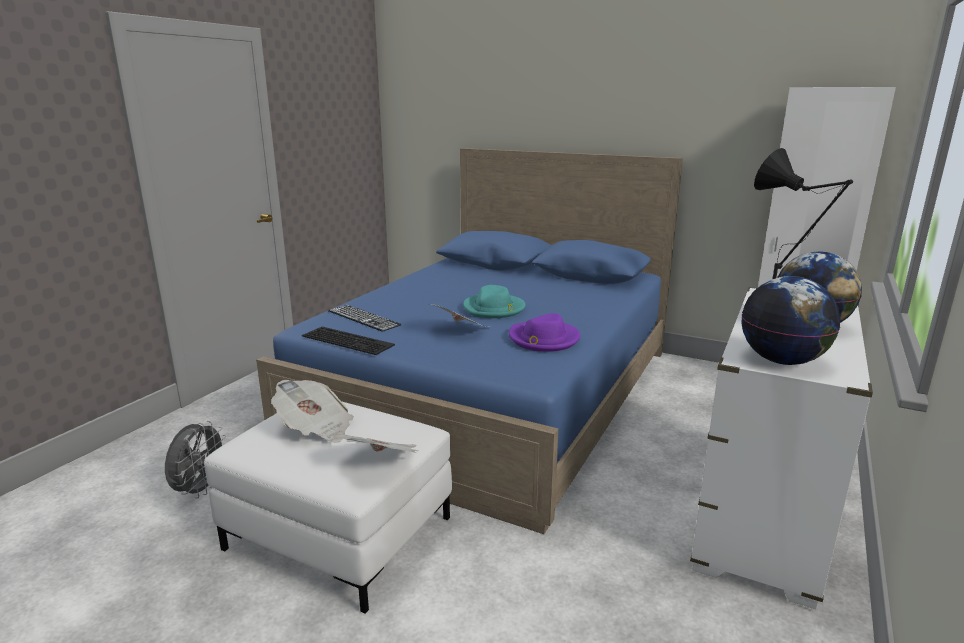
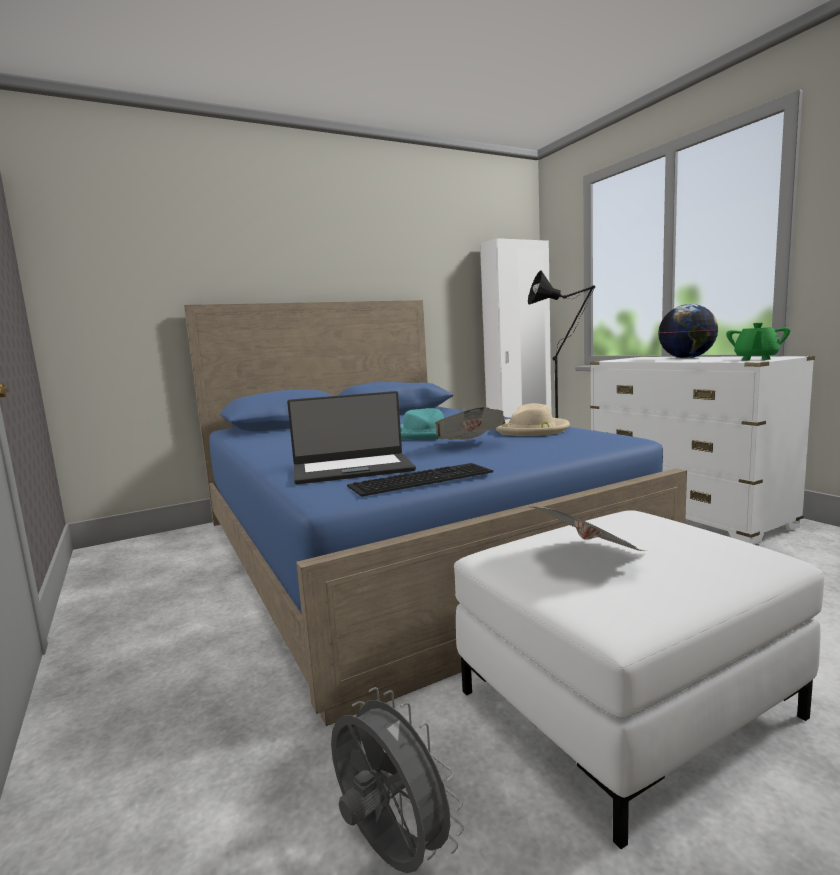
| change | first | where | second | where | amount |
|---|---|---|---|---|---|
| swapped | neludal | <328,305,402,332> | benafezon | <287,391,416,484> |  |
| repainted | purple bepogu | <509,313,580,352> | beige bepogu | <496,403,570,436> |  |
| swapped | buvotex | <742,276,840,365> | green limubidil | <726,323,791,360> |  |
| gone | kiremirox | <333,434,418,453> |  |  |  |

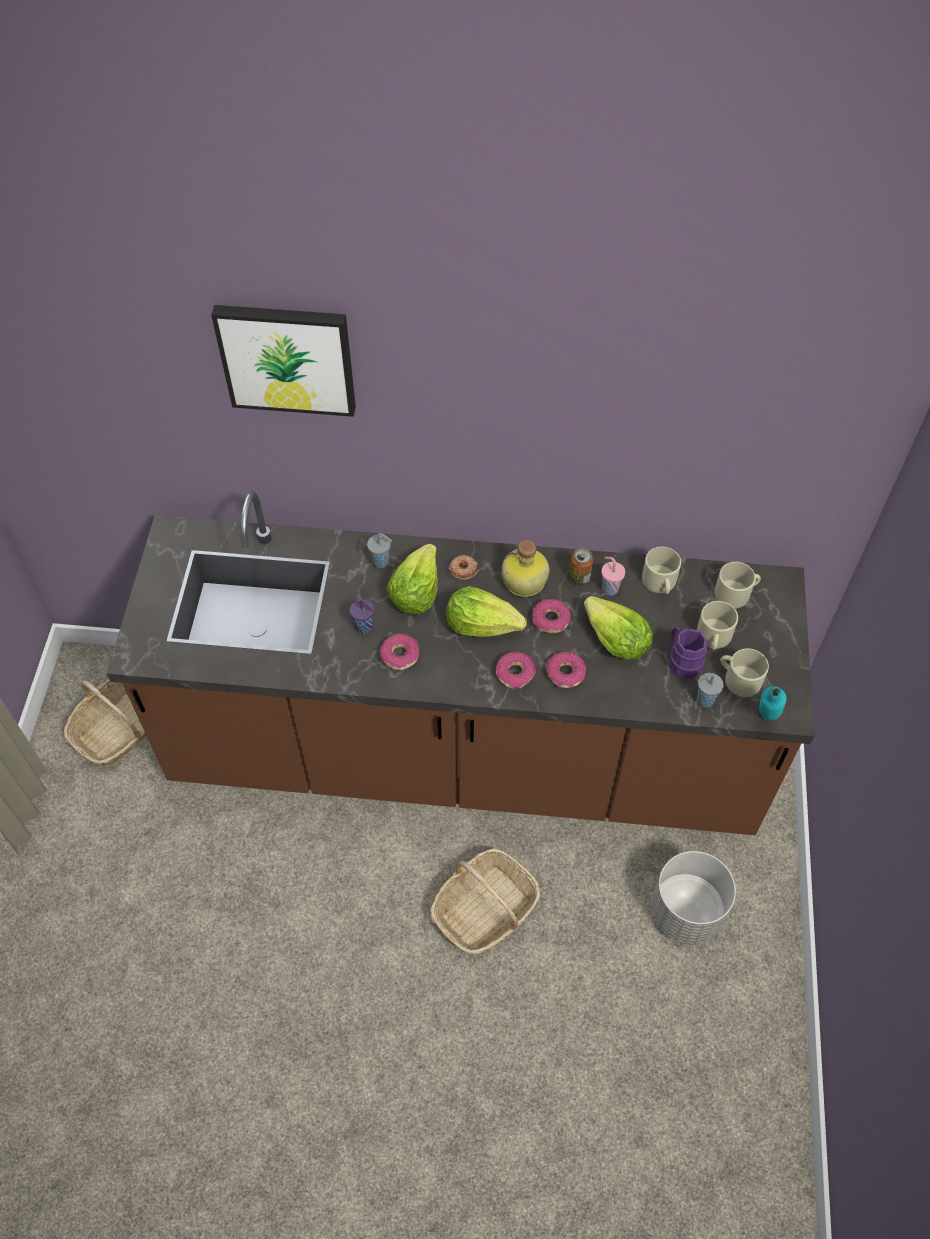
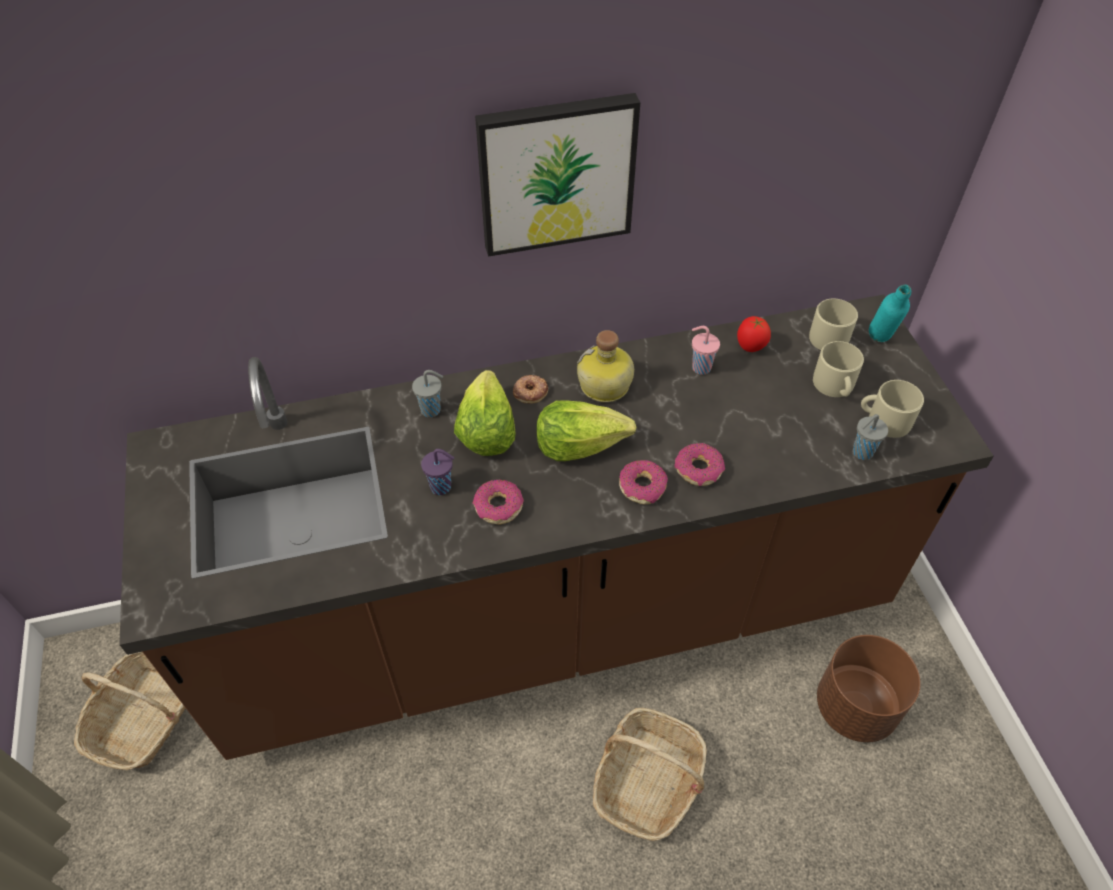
| change | first | where | second | where | amount |
|---|---|---|---|---|---|
| shifted | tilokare | <211,305,356,417> |  | <475,93,640,257> |  |
| swapped | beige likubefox | <642,547,681,594> | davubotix | <737,316,771,352> |  |
| repainted | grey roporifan | <651,851,736,944> | brown roporifan | <817,635,920,742> |  |
| shifted | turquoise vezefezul | <759,686,786,720> |  | <869,285,911,342> |  |
| gone | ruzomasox | <532,599,571,633> |  |  |  |
| gone | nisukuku | <569,548,594,585> |  |  |  |
| gone | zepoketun | <584,596,653,660> |  |  |  |
| gone | purple likubefox | <669,627,707,678> |  |  |  |

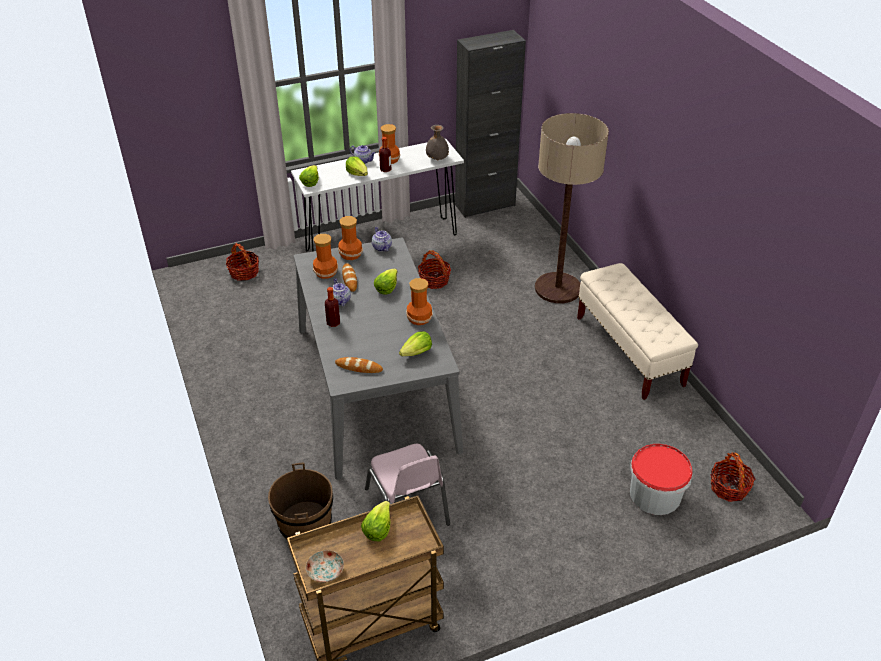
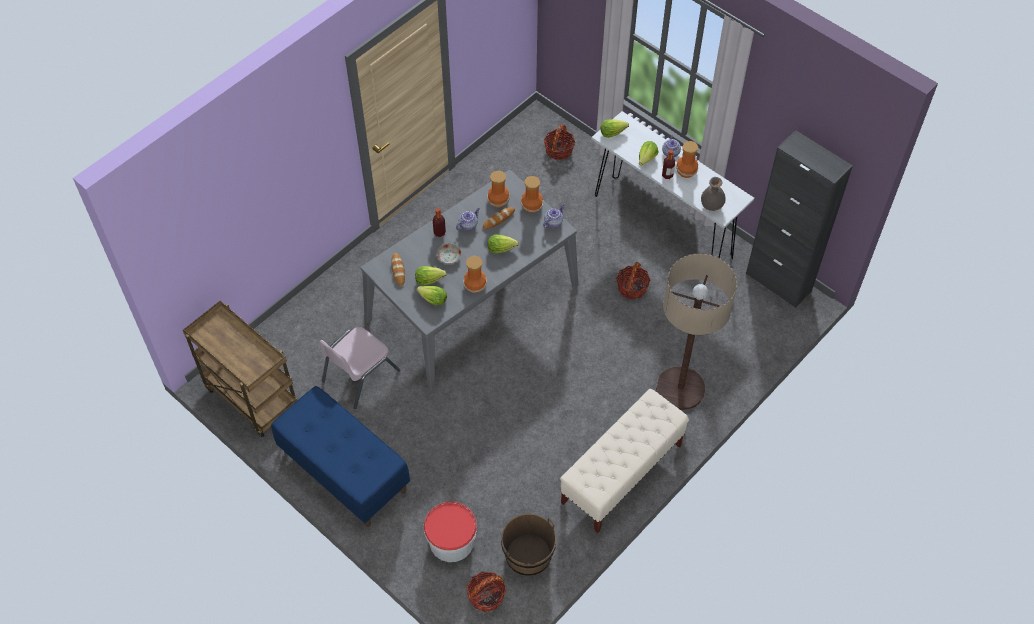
| change | first | where | second | where | amount |
|---|---|---|---|---|---|
| new |  |  | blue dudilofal | <271,386,410,527> |  |
| shifted | zepoketun | <361,501,391,541> |  | <415,266,447,285> |  |
| shifted | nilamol | <306,550,344,582> |  | <437,243,461,264> |  |
| shifted | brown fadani | <268,463,333,539> |  | <501,513,556,576> |  |

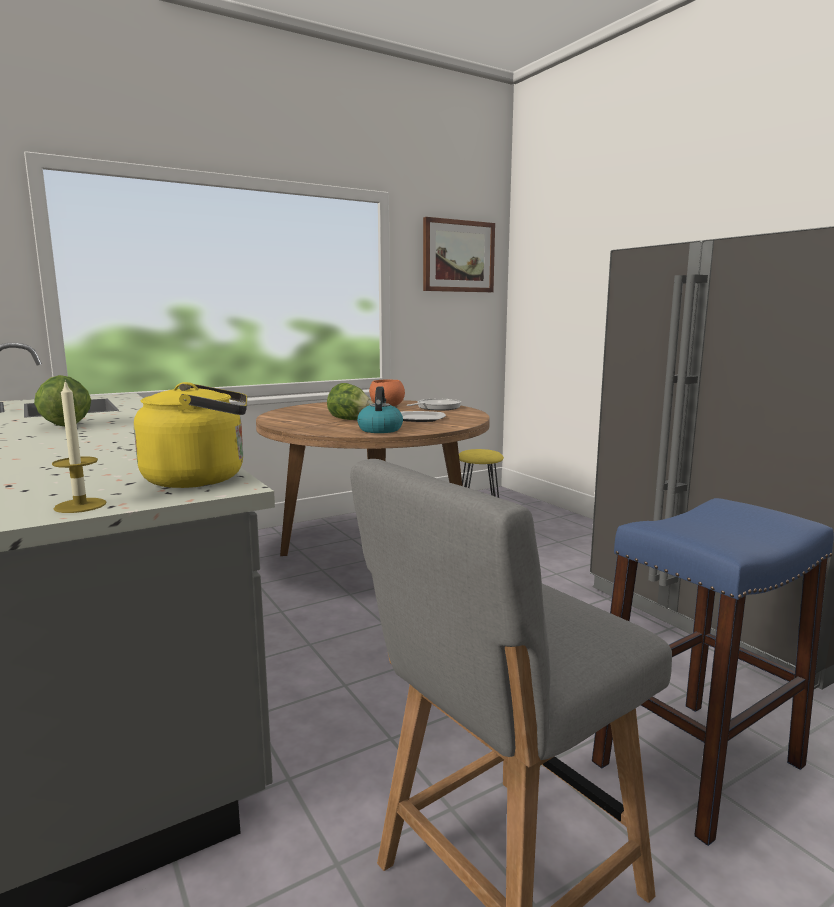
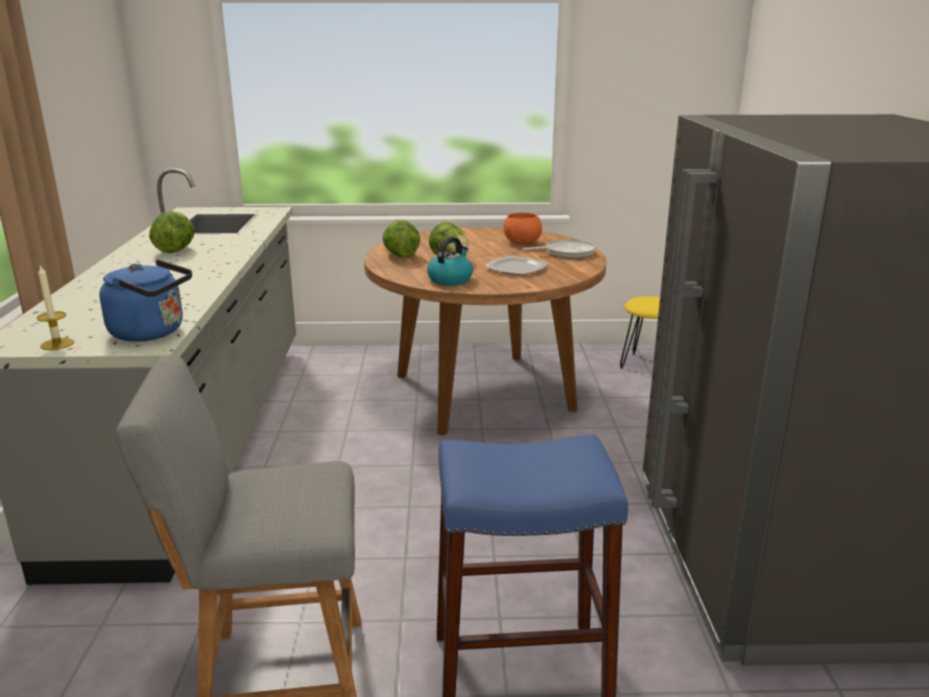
| change | first | where | second | where | amount |
|---|---|---|---|---|---|
| repainted | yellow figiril | <134,382,247,488> | blue figiril | <99,260,192,342> |  |
| new |  |  | zepoketun | <383,220,420,258> |  |
| gone | tilokare | <423,217,495,292> |  |  |  |

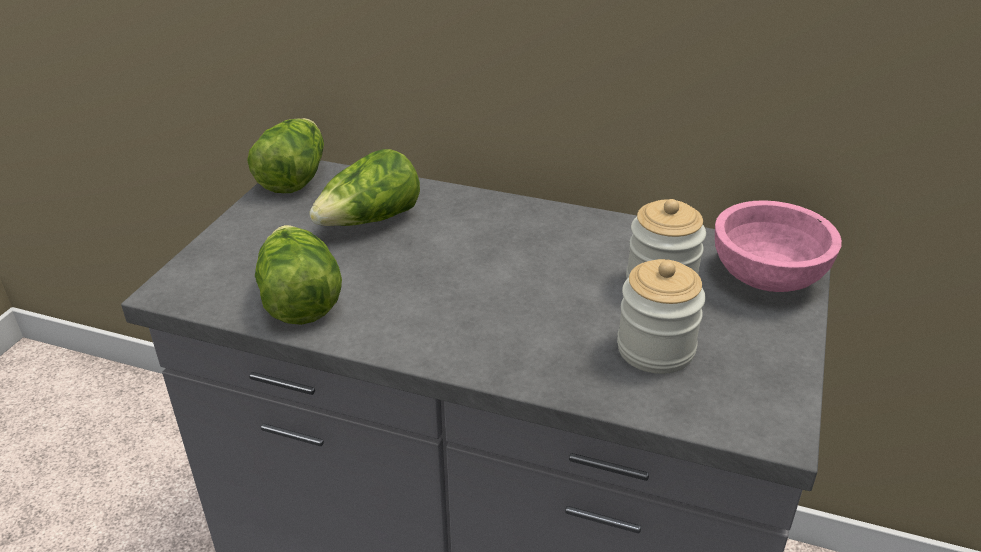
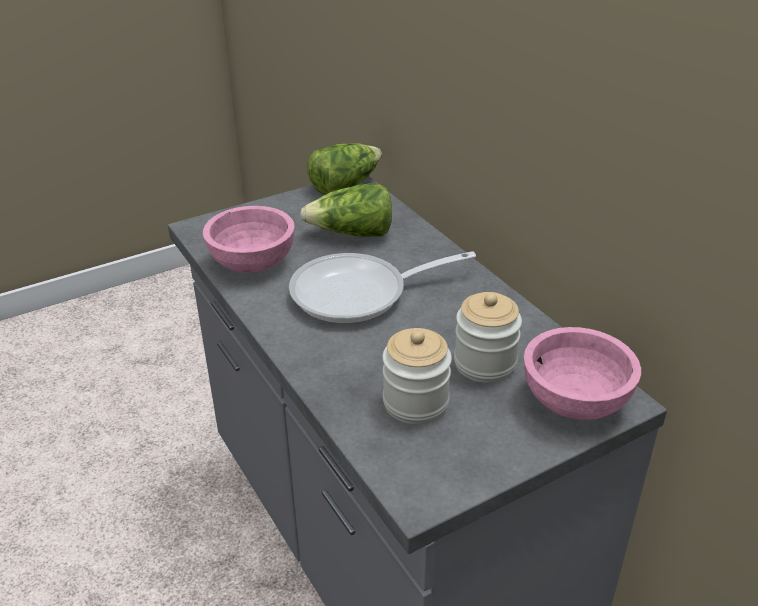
| change | first | where | second | where | amount |
|---|---|---|---|---|---|
| swapped | zepoketun | <255,225,342,325> | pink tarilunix | <203,206,295,273> |  |
| new |  |  | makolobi | <289,251,476,324> |  |

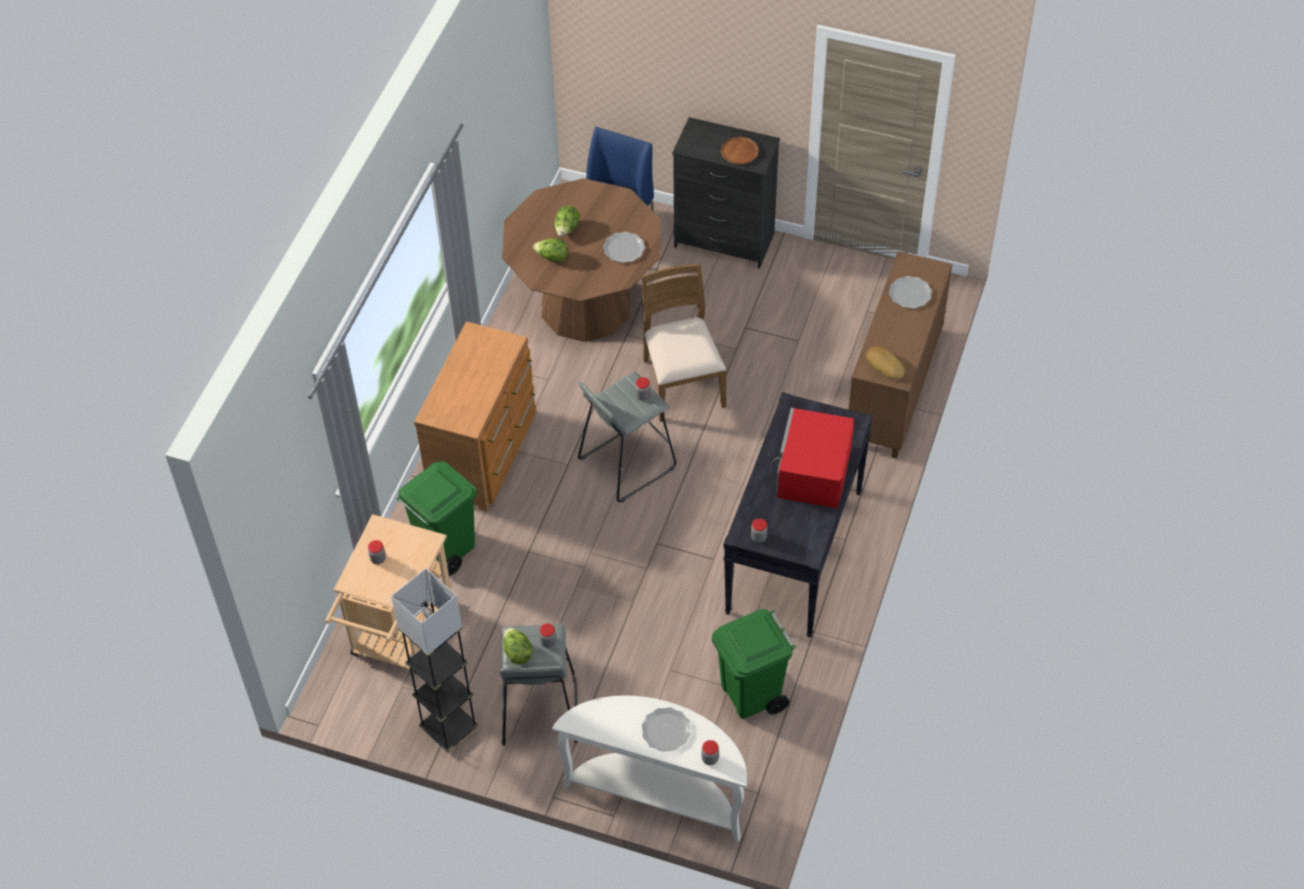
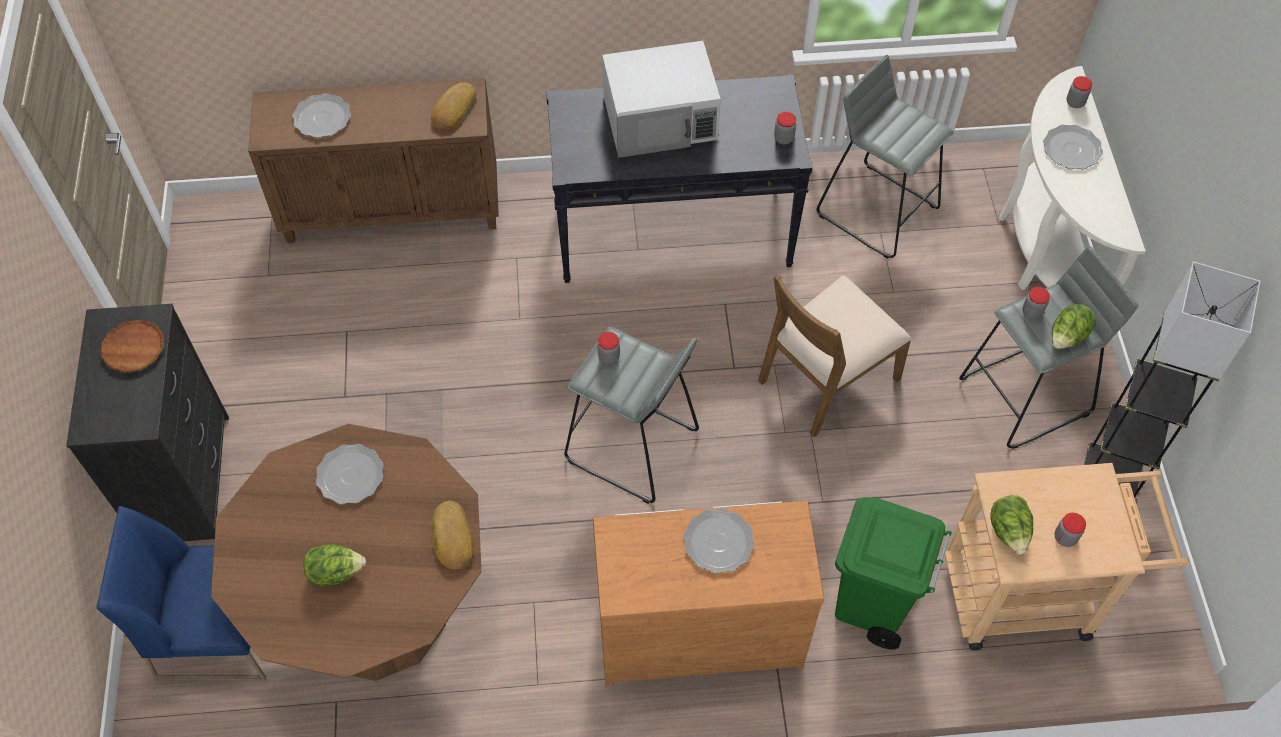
| change | first | where | second | where | amount |
|---|---|---|---|---|---|
| new |  |  | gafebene | <432,501,474,569> |  |
| repainted | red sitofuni | <772,408,854,508> | white sitofuni | <602,41,721,158> |  |
| new |  |  | nilamol | <683,508,755,573> |  |
| shifted | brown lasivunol | <641,263,726,422> |  | <758,274,912,437> |  |
| swapped | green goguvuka | <712,609,796,719> | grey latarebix | <816,55,954,258> |  |
| shifted | zepoketun | <533,238,568,263> |  | <990,495,1033,555> |  |

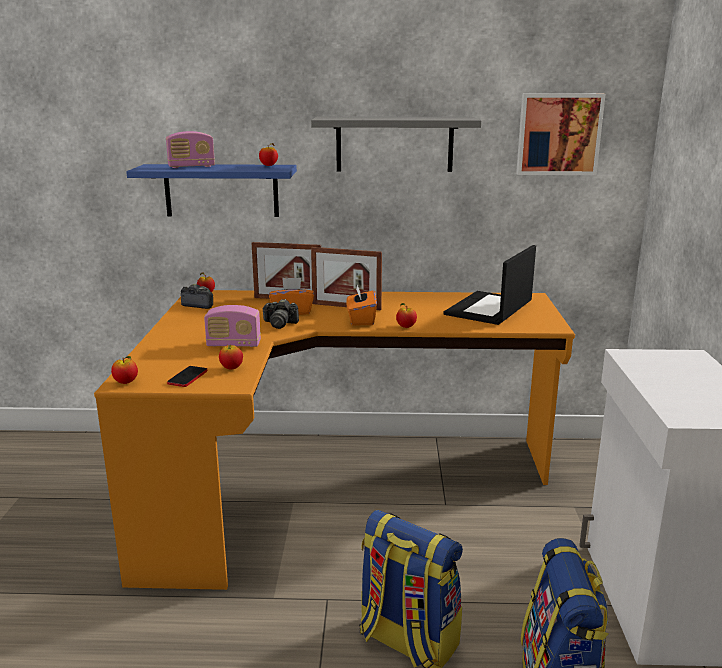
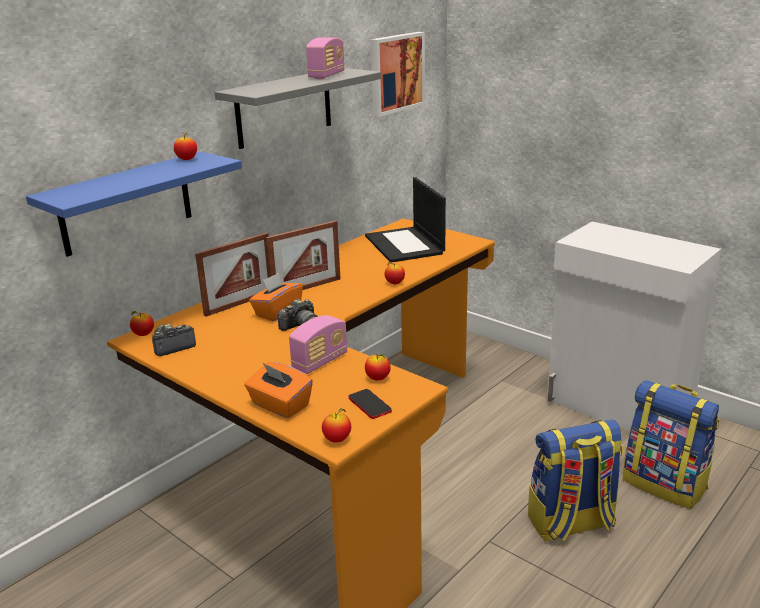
| change | first | where | second | where | amount |
|---|---|---|---|---|---|
| shifted | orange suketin | <346,284,377,325> |  | <244,362,313,418> |  |
| shifted | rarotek | <166,131,215,168> |  | <306,37,345,79> |  |

